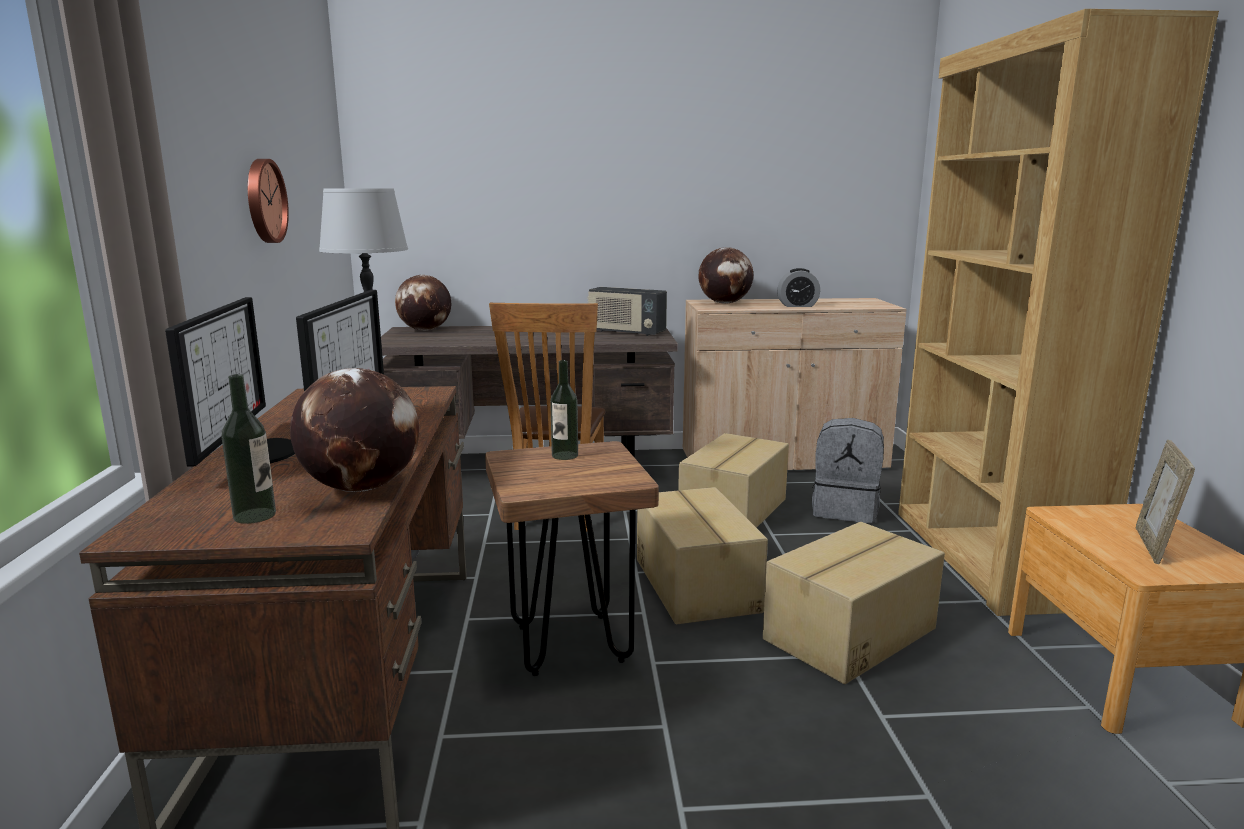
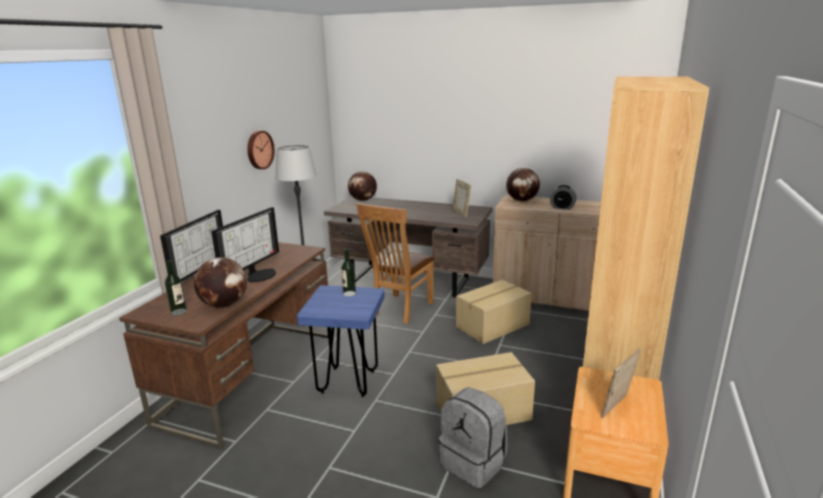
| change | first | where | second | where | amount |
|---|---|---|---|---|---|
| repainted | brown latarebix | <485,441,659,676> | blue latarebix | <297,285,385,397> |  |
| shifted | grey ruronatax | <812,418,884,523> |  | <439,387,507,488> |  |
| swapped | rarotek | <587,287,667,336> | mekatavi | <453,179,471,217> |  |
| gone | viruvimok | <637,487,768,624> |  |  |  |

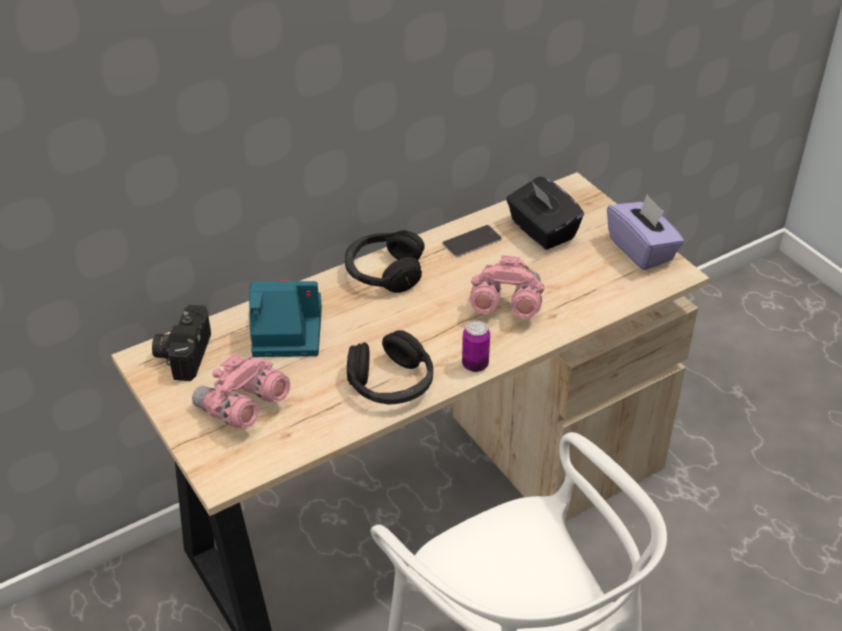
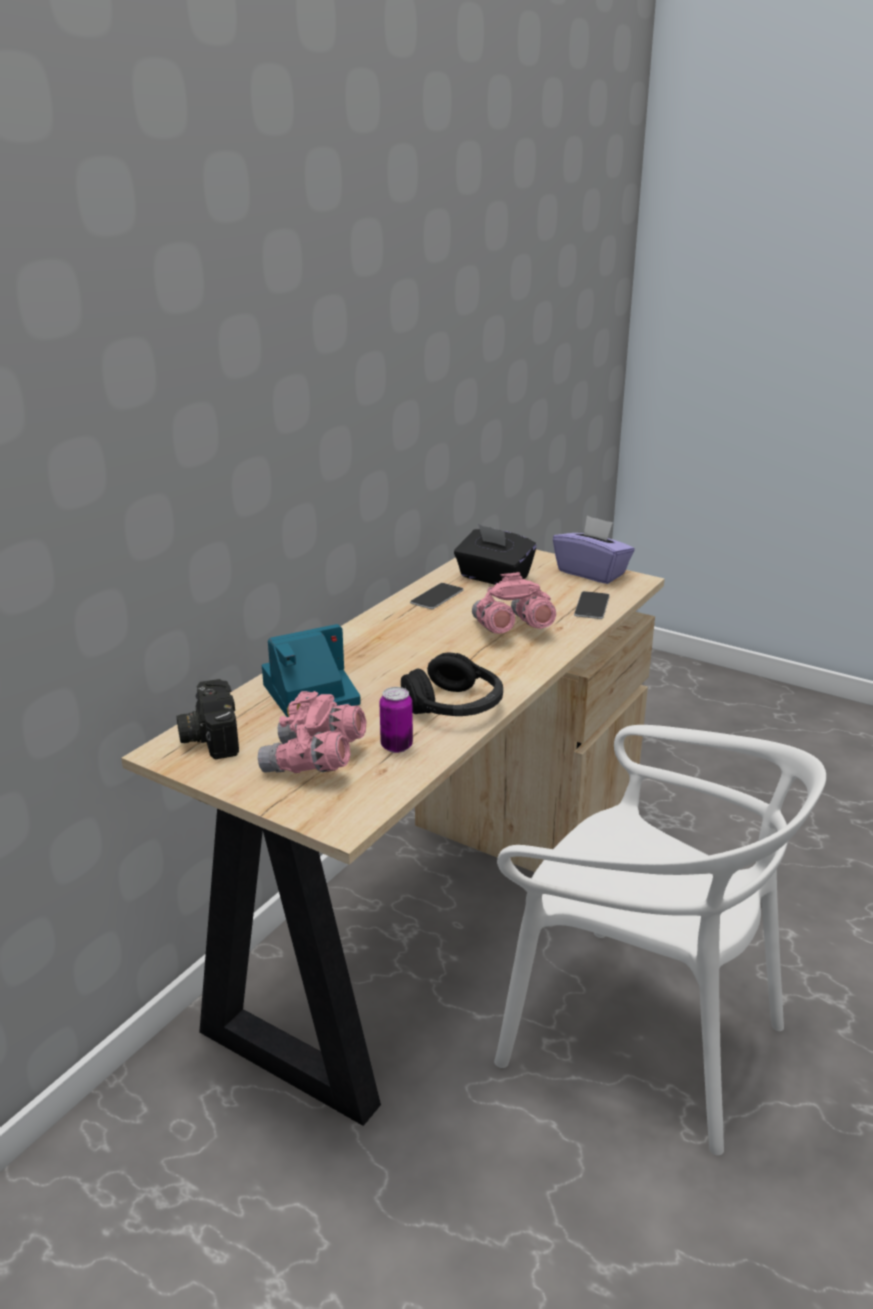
| change | first | where | second | where | amount |
|---|---|---|---|---|---|
| shifted | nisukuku | <462,320,490,372> |  | <379,687,413,753> |  |
| new |  |  | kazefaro | <574,591,610,619> |  |
| gone | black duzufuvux | <345,230,425,293> |  |  |  |

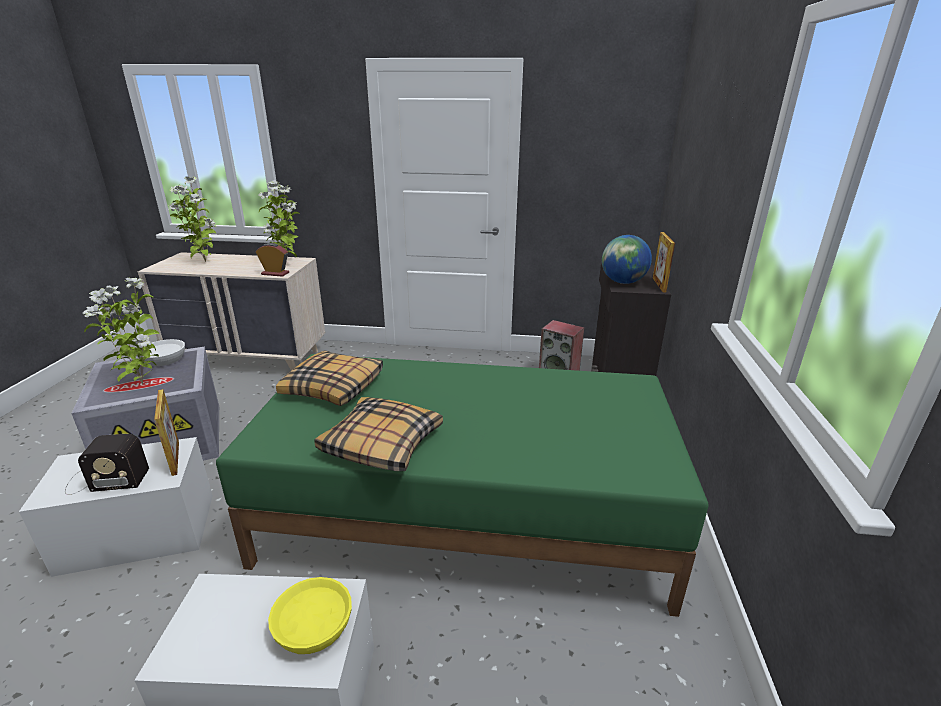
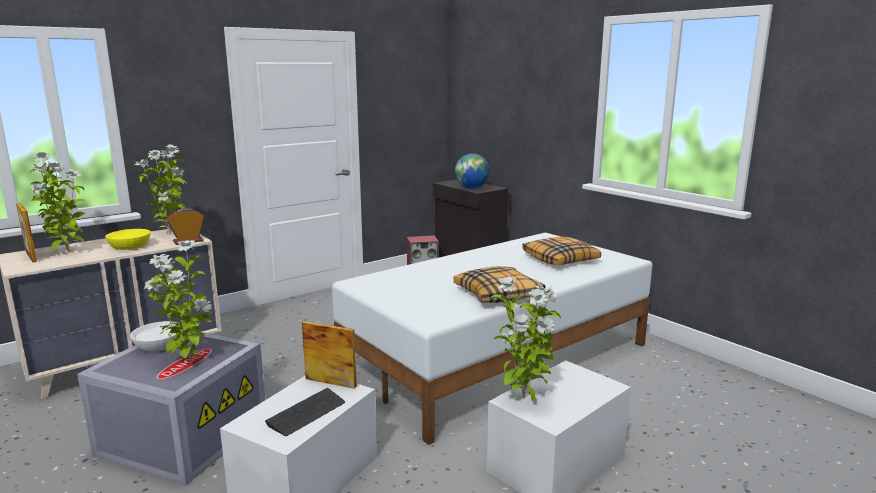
| change | first | where | second | where | amount |
|---|---|---|---|---|---|
| shifted | mekatavi | <653,232,675,292> |  | <16,203,37,262> |  |
| shifted | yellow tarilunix | <268,577,352,654> |  | <105,229,150,250> |  |
| swapped | rarotek | <65,434,149,495> | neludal | <265,388,345,436> |  |
| repainted | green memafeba | <216,354,709,617> | white memafeba | <332,233,652,445> |  |
| new |  |  | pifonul | <491,276,561,401> |  |
| shifted | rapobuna | <276,350,383,406> |  | <522,237,601,265> |  |

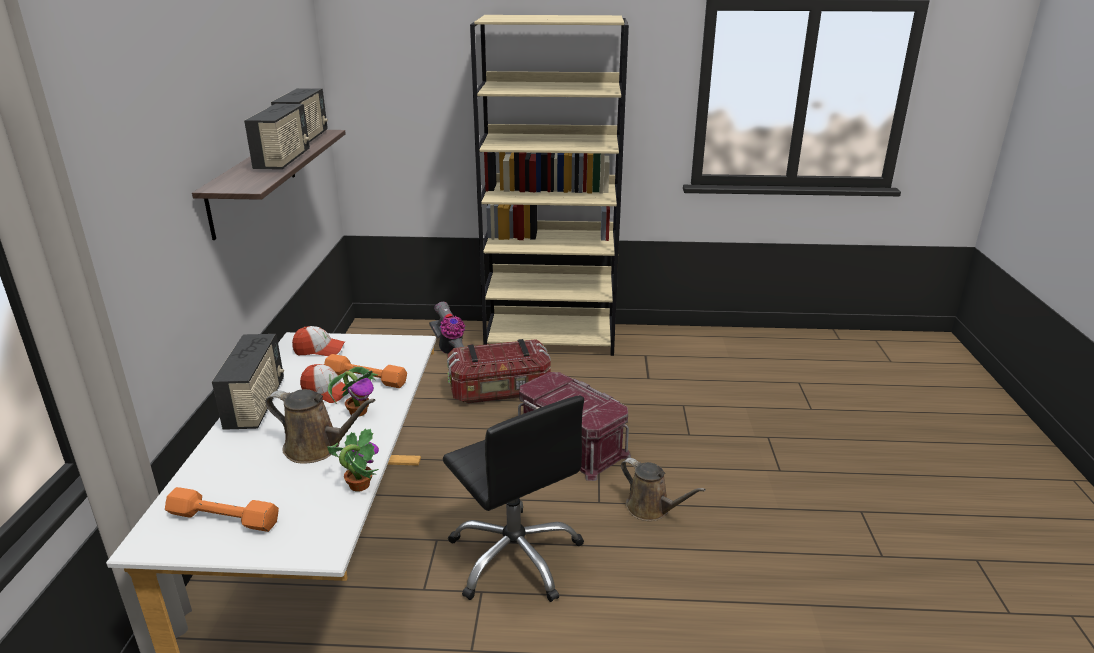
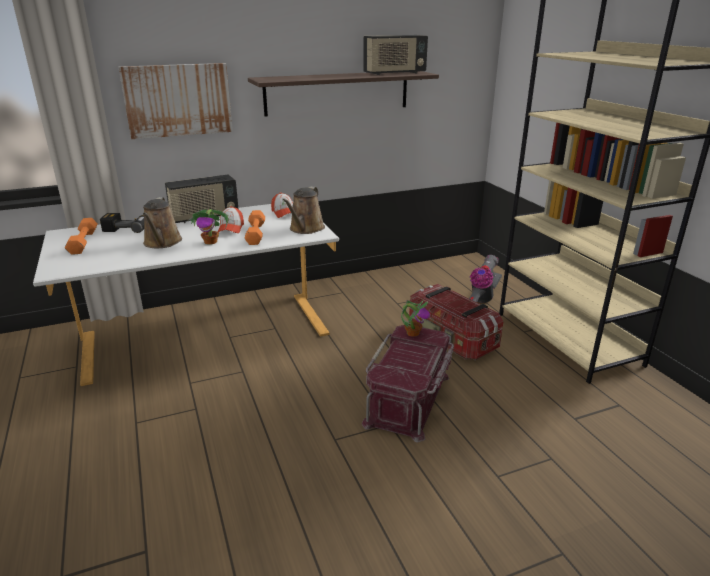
| change | first | where | second | where | amount |
|---|---|---|---|---|---|
| new |  |  | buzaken | <100,213,144,233> |  |
| new |  |  | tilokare | <119,63,233,139> |  |
| shifted | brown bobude | <621,458,706,521> |  | <282,186,325,234> |  |
| shifted | pifonul | <327,428,379,492> |  | <401,300,430,337> |  |
| gone | rarotek | <244,104,310,169> |  |  |  |
| gone | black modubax | <443,395,584,602> |  |  |  |

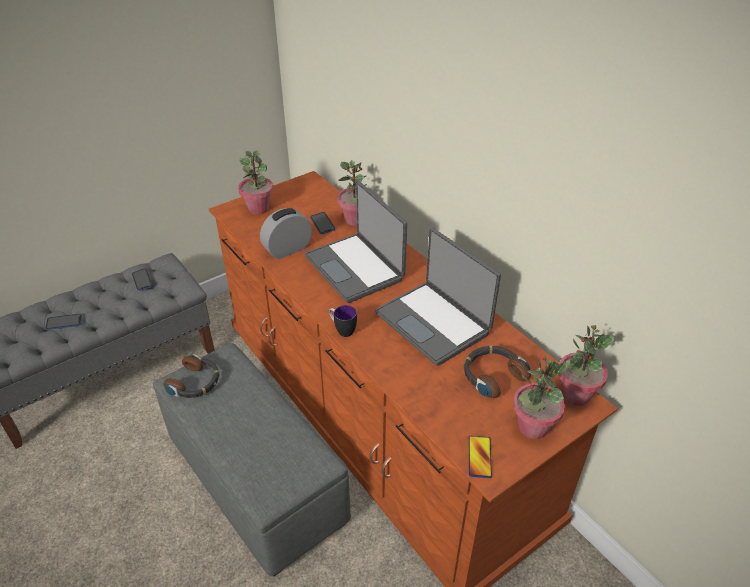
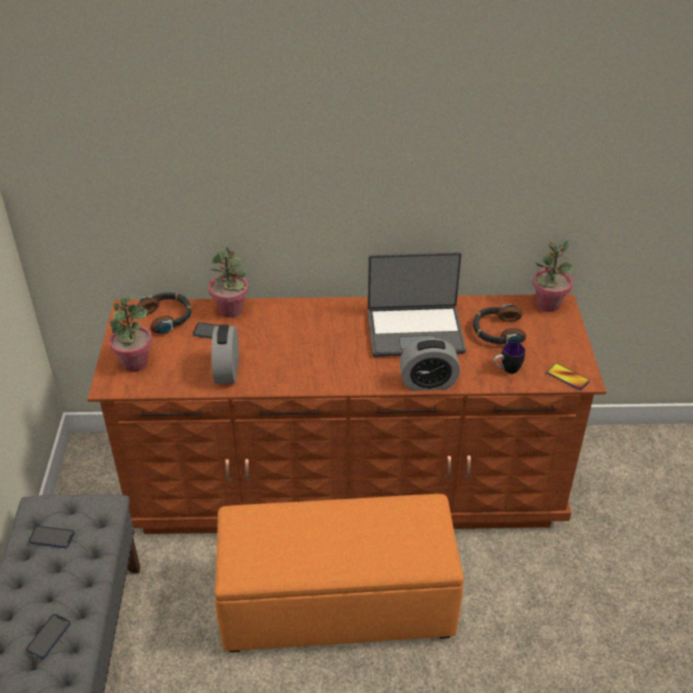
| change | first | where | second | where | amount |
|---|---|---|---|---|---|
| shifted | duzufuvux | <163,354,219,398> |  | <137,292,192,334> |  |
| repainted | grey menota | <153,343,351,577> | orange menota | <215,494,463,652> |  |
| new |  |  | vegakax | <400,338,460,391> |  |
| shifted | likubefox | <329,305,357,337> |  | <494,342,525,374> |  |
| gone | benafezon | <304,181,407,303> |  |  |  |
| gone | pifonul | <513,356,568,439> |  |  |  |

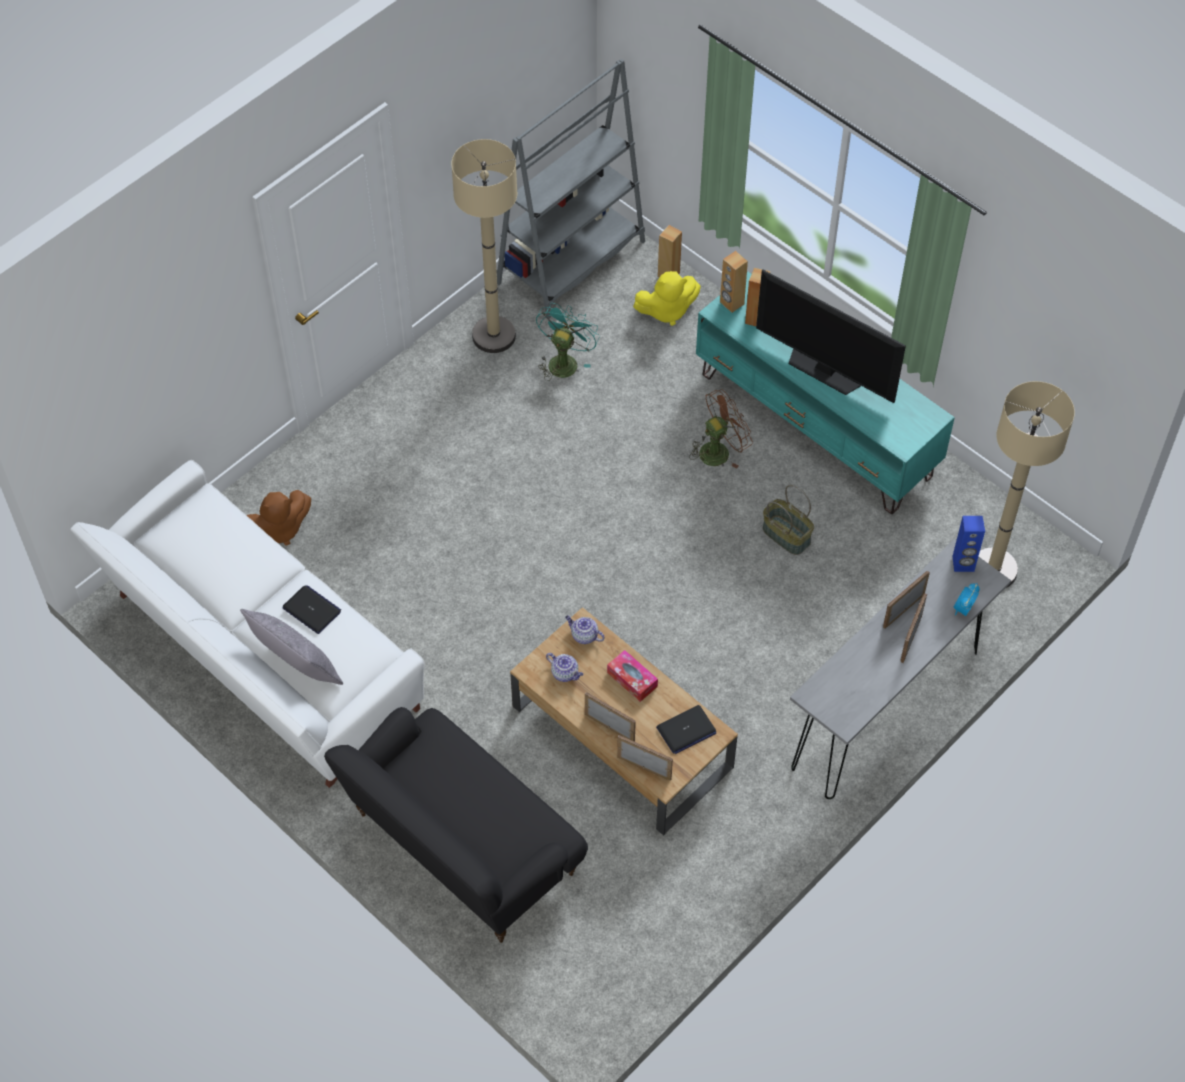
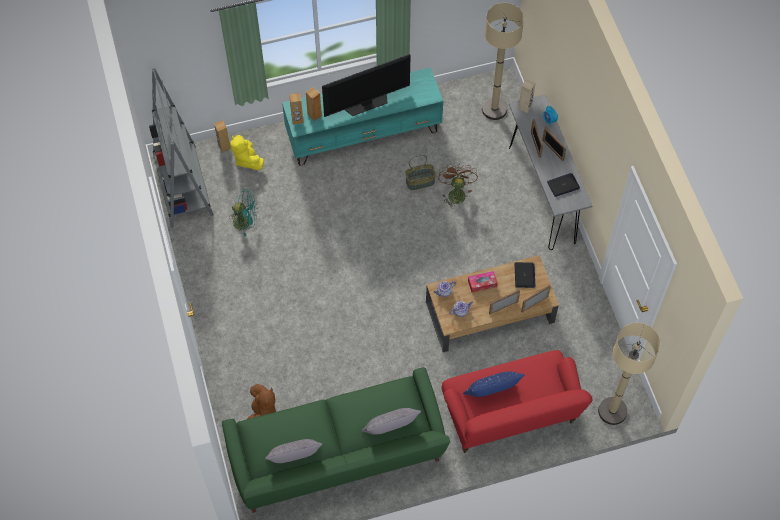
| change | first | where | second | where | amount |
|---|---|---|---|---|---|
| repainted | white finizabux | <70,460,425,788> | green finizabux | <222,367,450,513> |  |
| rotated | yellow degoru | <633,271,701,326> |  | <230,135,264,170> | 135 degrees clockwise |
| rotated | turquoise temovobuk | <536,303,600,381> |  | <230,189,258,237> | 135 degrees clockwise |
| new |  |  | grey rapobuna | <265,439,322,463> |  |
| shifted | brown temovobuk | <689,389,753,469> |  | <438,163,478,209> |  |
| repainted | black finizabux | <324,707,588,943> | red finizabux | <441,350,592,453> |  |
| new |  |  | blue rapobuna | <463,372,525,397> |  |
| repainted | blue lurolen | <952,516,985,572> | beige lurolen | <518,79,536,113> |  |
| shifted | benafezon | <282,585,341,634> |  | <547,173,580,197> |  |
| shifted | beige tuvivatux | <451,139,517,353> |  | <598,323,660,425> |  |

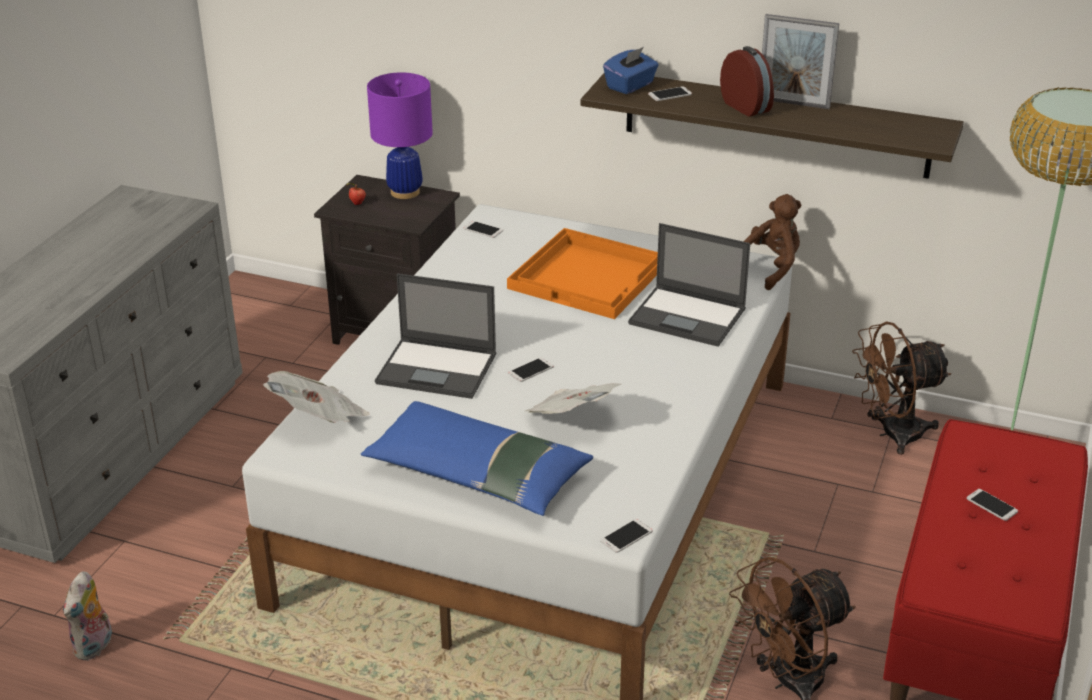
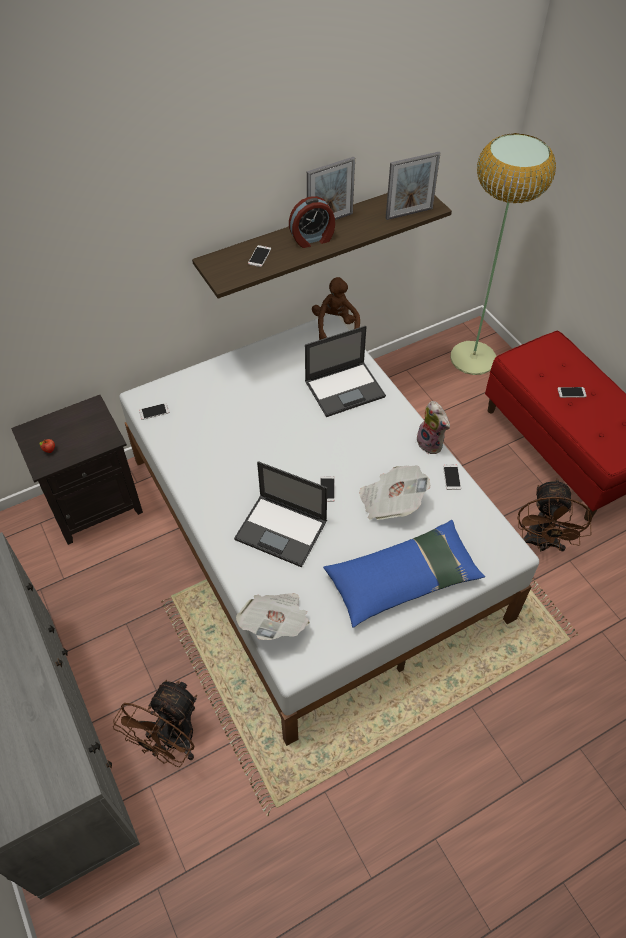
| change | first | where | second | where | amount |
|---|---|---|---|---|---|
| shifted | brown temovobuk | <852,321,951,455> |  | <113,680,197,767> |  |
| rotated | benafezon | <375,273,496,399> |  | <234,461,327,567> | 60 degrees clockwise |
| rotated | vegakax | <720,46,774,117> |  | <289,196,335,248> | 150 degrees clockwise |
| new |  |  | mekatavi | <386,152,440,220> |  |
| shifted | degoru | <63,571,112,661> |  | <417,401,450,454> |  |
| shifted | kazefaro | <601,519,653,553> |  | <443,465,461,490> |  |
| gone | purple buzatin | <367,72,433,199> |  |  |  |
| gone | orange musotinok | <507,228,658,319> |  |  |  |
| gone | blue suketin | <603,47,659,94> |  |  |  |

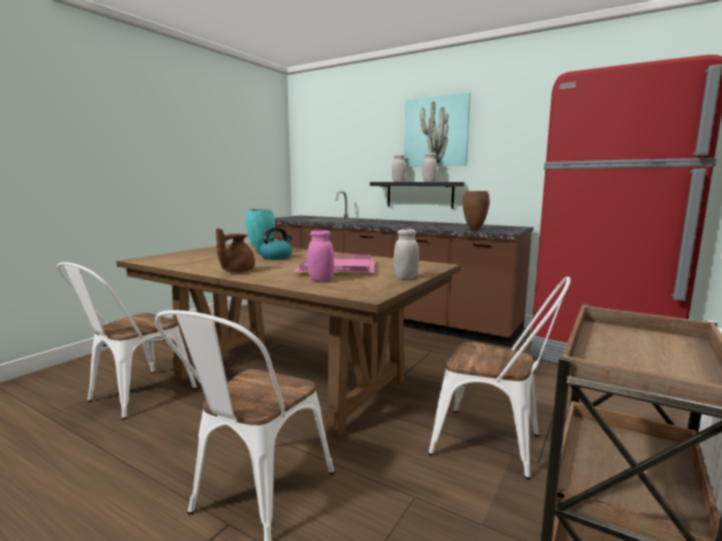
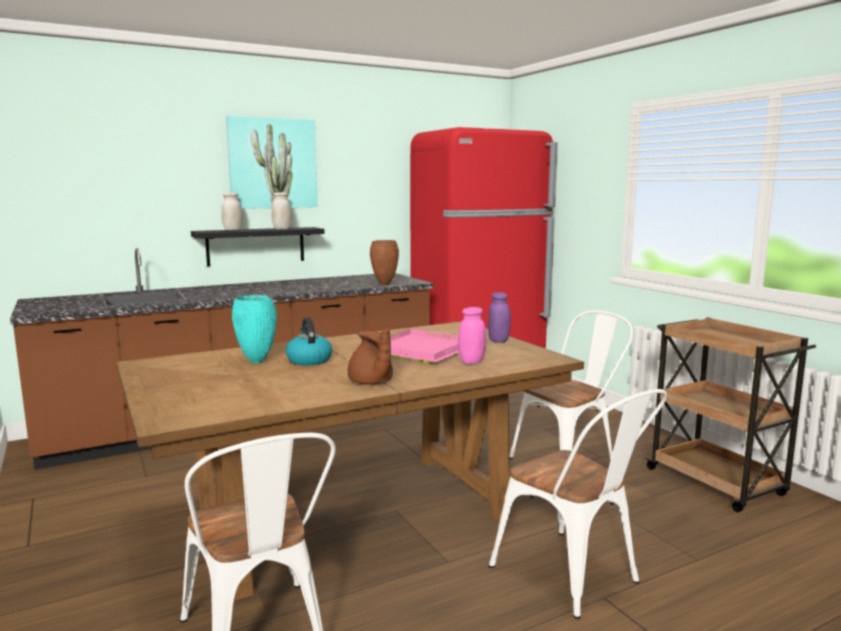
| change | first | where | second | where | amount |
|---|---|---|---|---|---|
| repainted | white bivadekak | <393,229,419,279> | purple bivadekak | <488,292,511,343> |  |

